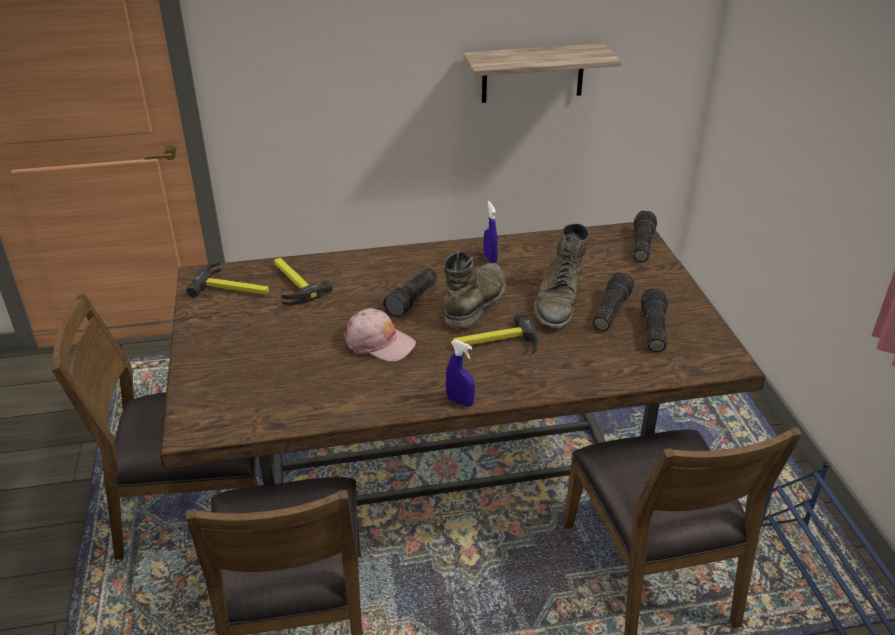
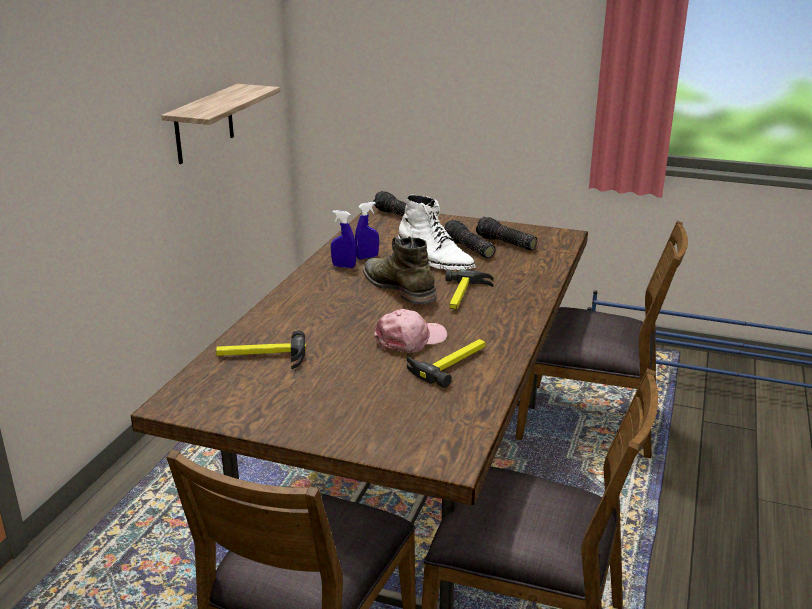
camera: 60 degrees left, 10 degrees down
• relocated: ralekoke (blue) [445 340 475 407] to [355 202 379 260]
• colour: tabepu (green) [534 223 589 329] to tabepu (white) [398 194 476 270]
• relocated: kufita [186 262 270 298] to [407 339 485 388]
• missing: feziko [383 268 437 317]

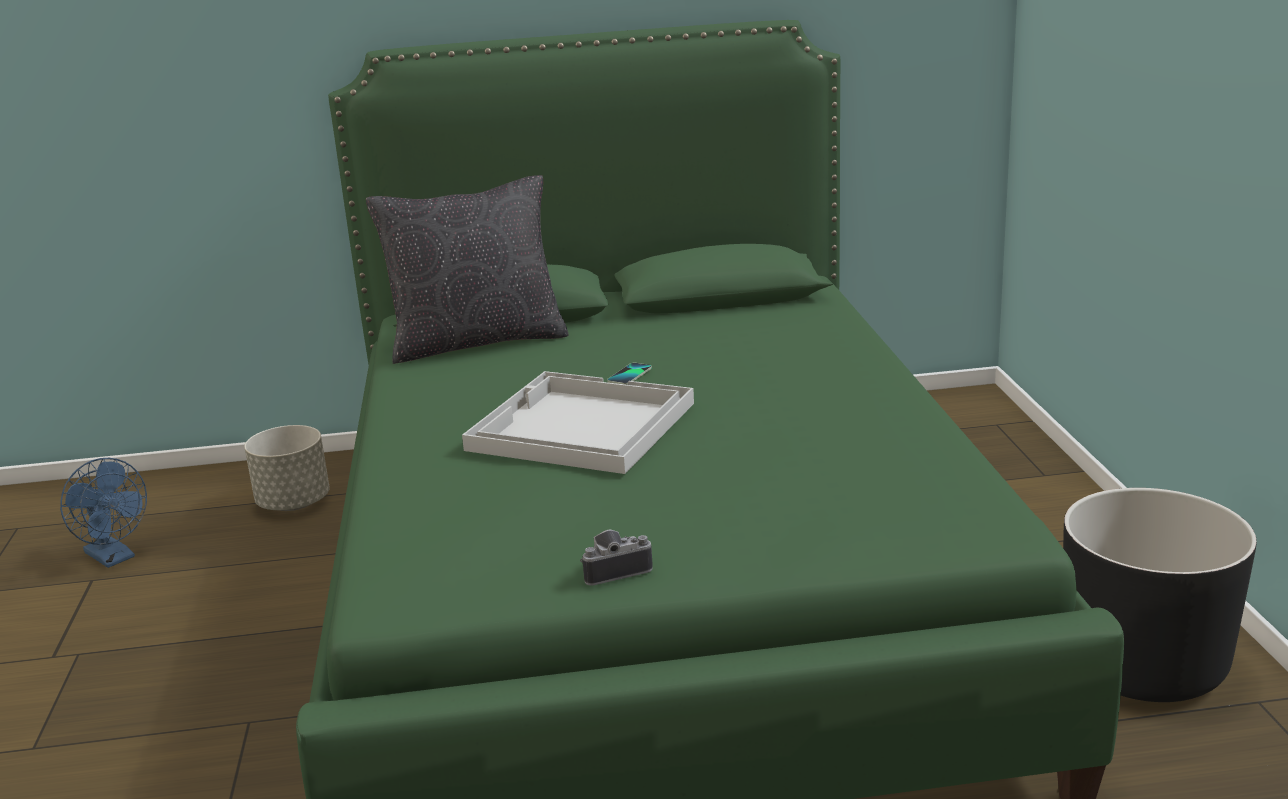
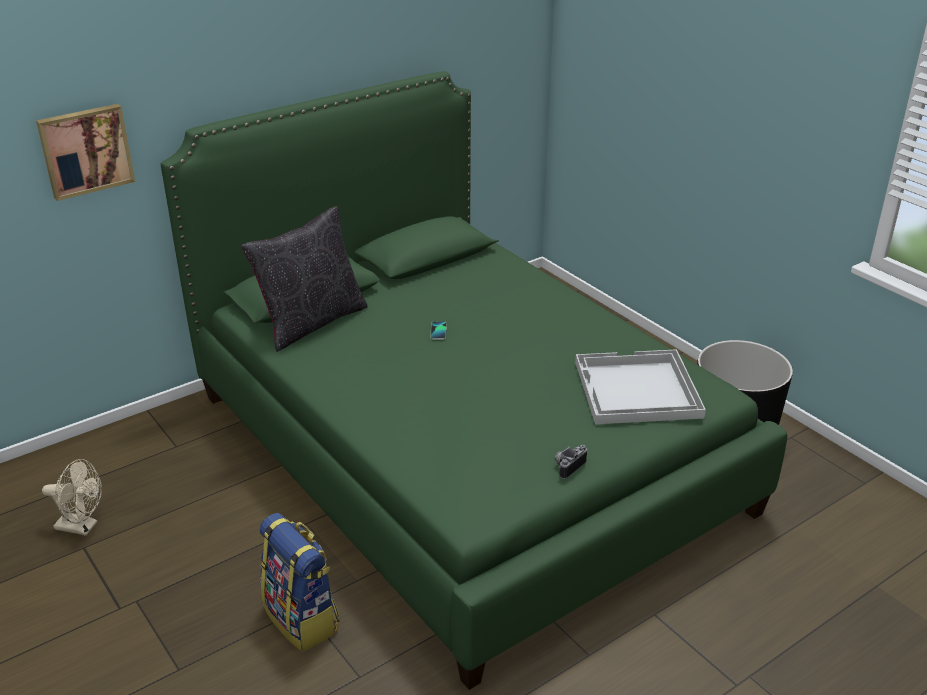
camera: 30 degrees left, 10 degrees up
• appeared: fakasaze [36 104 135 201]
• colour: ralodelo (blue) [60 458 147 568] to ralodelo (beige) [42 459 102 536]
• appeared: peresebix [260 513 339 652]
• relocated: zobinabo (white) [462 371 694 474] to [575 349 706 424]
• missing: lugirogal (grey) [244 425 330 511]

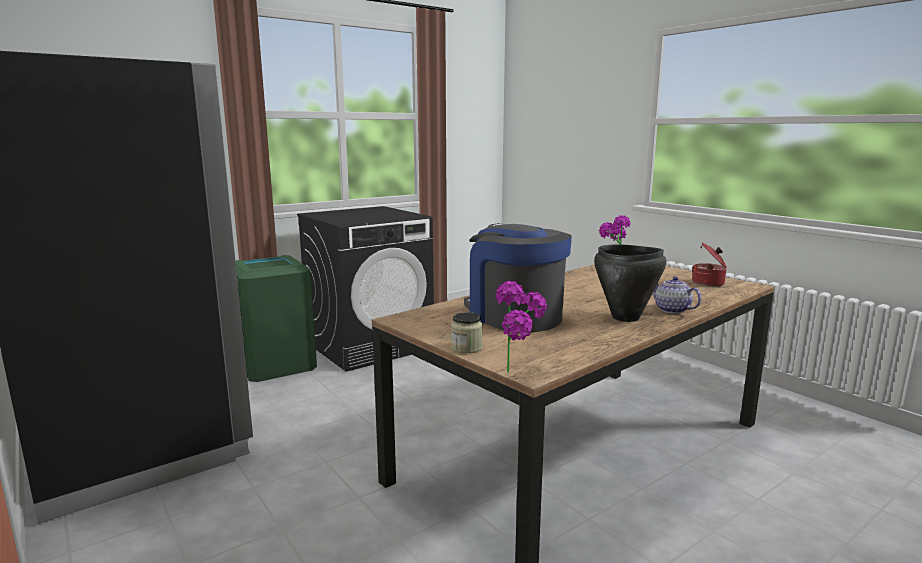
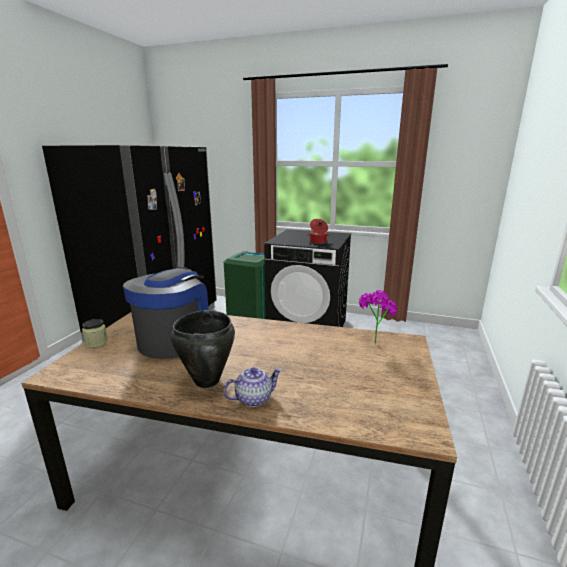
camera: 55 degrees right, 5 degrees up
• spun: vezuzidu [653 276 701 314] = [223 367 282 407] 45 degrees clockwise
• relocated: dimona [692 242 727 287] to [306 219 331 244]
• missing: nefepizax [495 281 548 372]

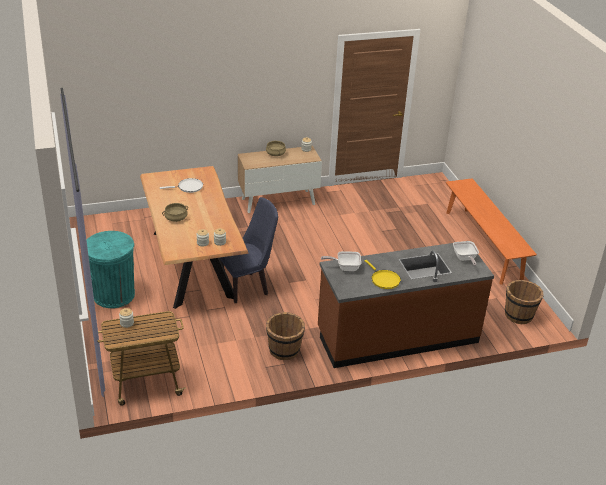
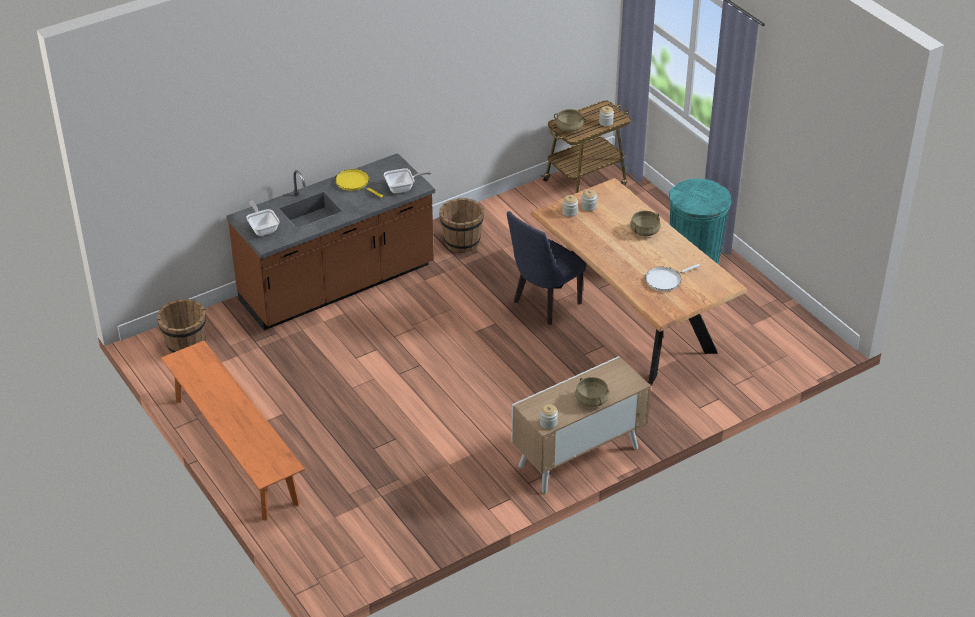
camera: 165 degrees right, 5 degrees up
• appeared: dimona (beige) [554 109 586 132]

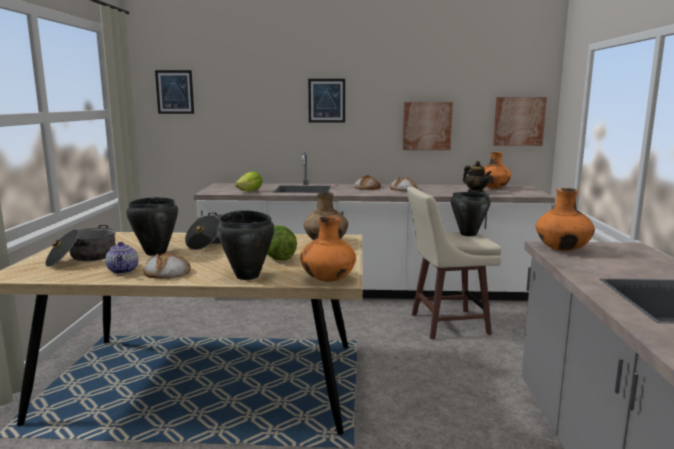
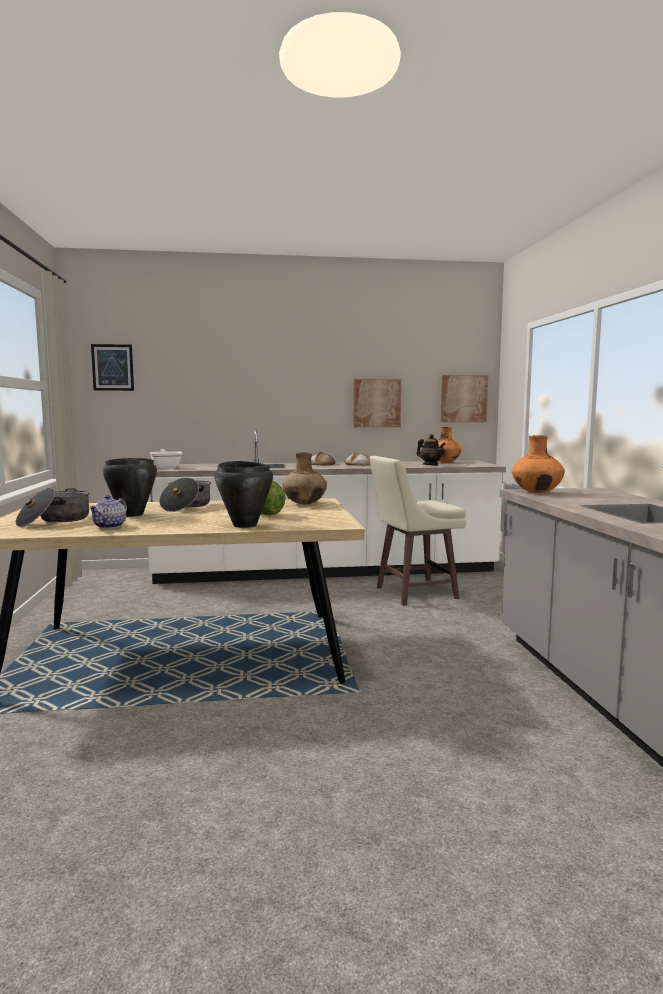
camera: 10 degrees left, 5 degrees down
• spun: vezuzidu [105 242 139 274] = [89 495 127 529] 45 degrees clockwise
• appeared: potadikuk [149 449 182 469]
• missing: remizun [143 252 191 279]
• missing: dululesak [235 171 263 191]
• missing: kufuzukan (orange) [300 216 356 282]
• missing: fakasaze [308 79 345 123]
• missing: dimona (black) [451 192 491 236]

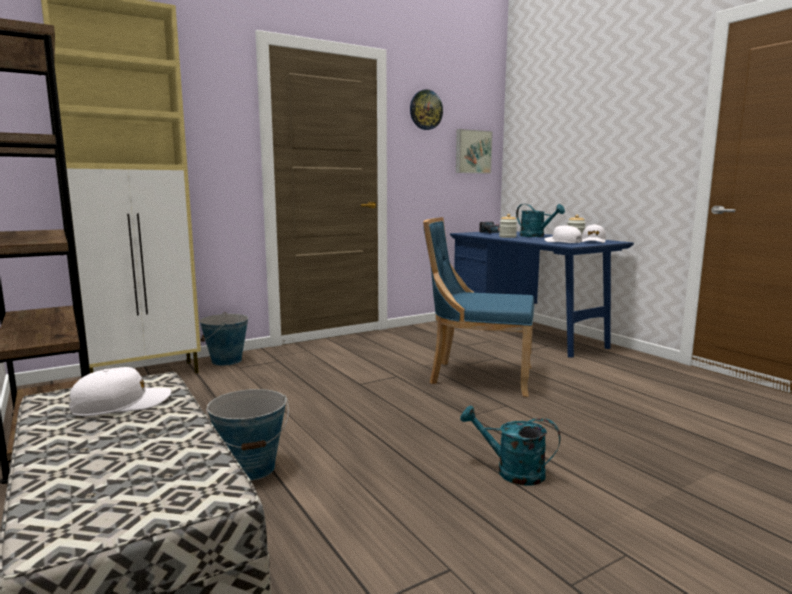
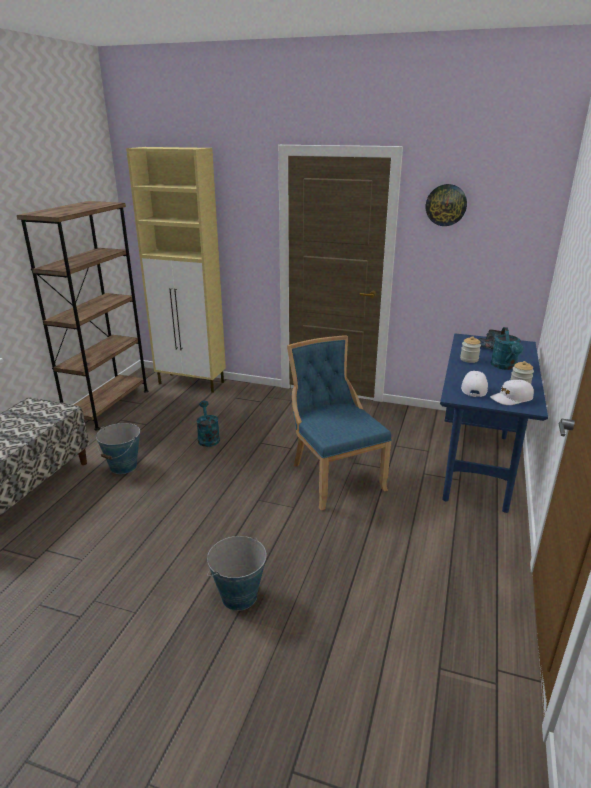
camera: 50 degrees right, 15 degrees up
• relocated: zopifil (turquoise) [460 405 561 486] to [196 401 220 447]
• relocated: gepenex [200 312 248 366] to [207 536 266 611]
• missing: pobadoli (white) [69 367 171 416]
• missing: fakasaze [456 129 493 174]

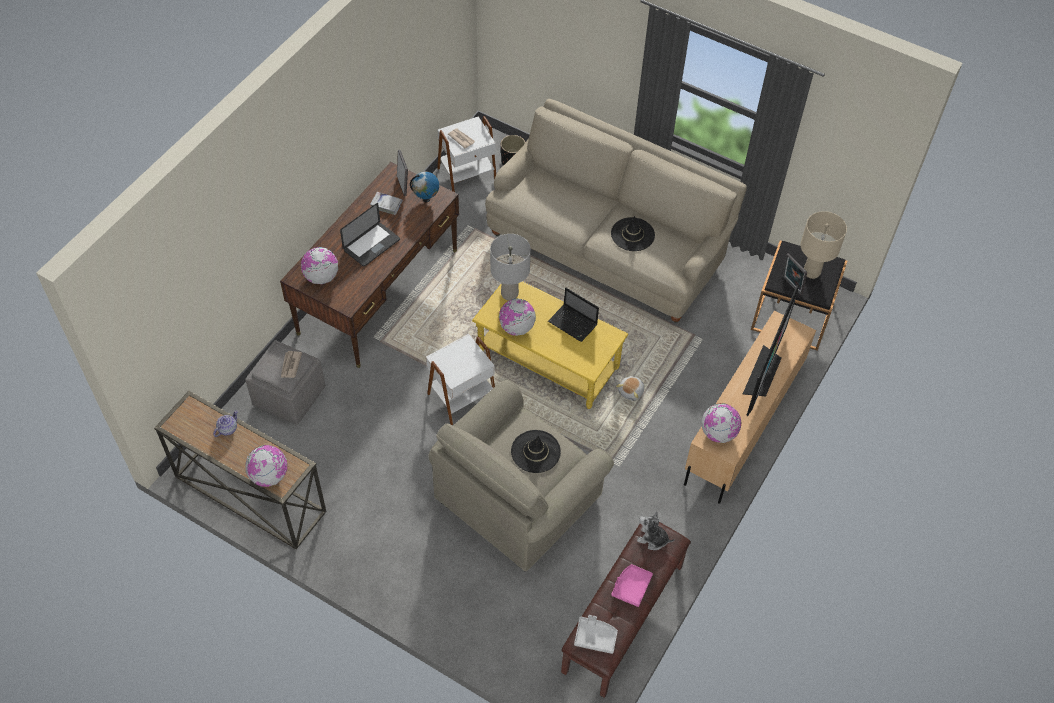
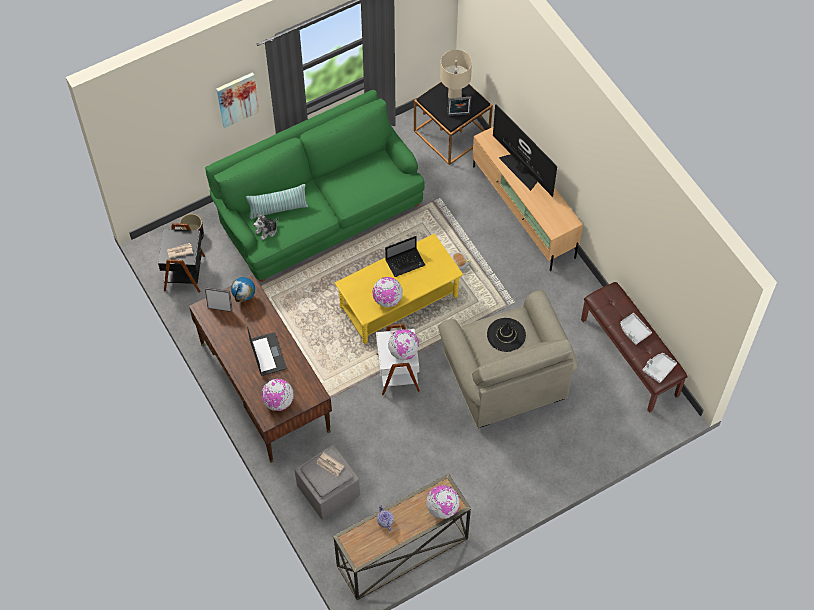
camera: 60 degrees left, 5 degrees up
• colour: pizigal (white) [437 116 496 192] to pizigal (black) [158 223 205 293]
• colour: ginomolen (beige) [485 99 747 323] to ginomolen (green) [205 90 425 282]
• appeared: fakasaze [216 72 259 128]
• appeared: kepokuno [246 184 308 219]
• relocated: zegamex [637 511 675 550] to [254 213 279 240]
• relocated: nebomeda [701 403 741 443] to [388 329 419 360]
• colour: zobinabo (pink) [611 564 653 607] to zobinabo (grey) [620 313 652 345]
• missing: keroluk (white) [370 192 403 215]
• missing: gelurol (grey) [490 234 531 301]
• missing: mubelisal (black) [611 216 655 251]

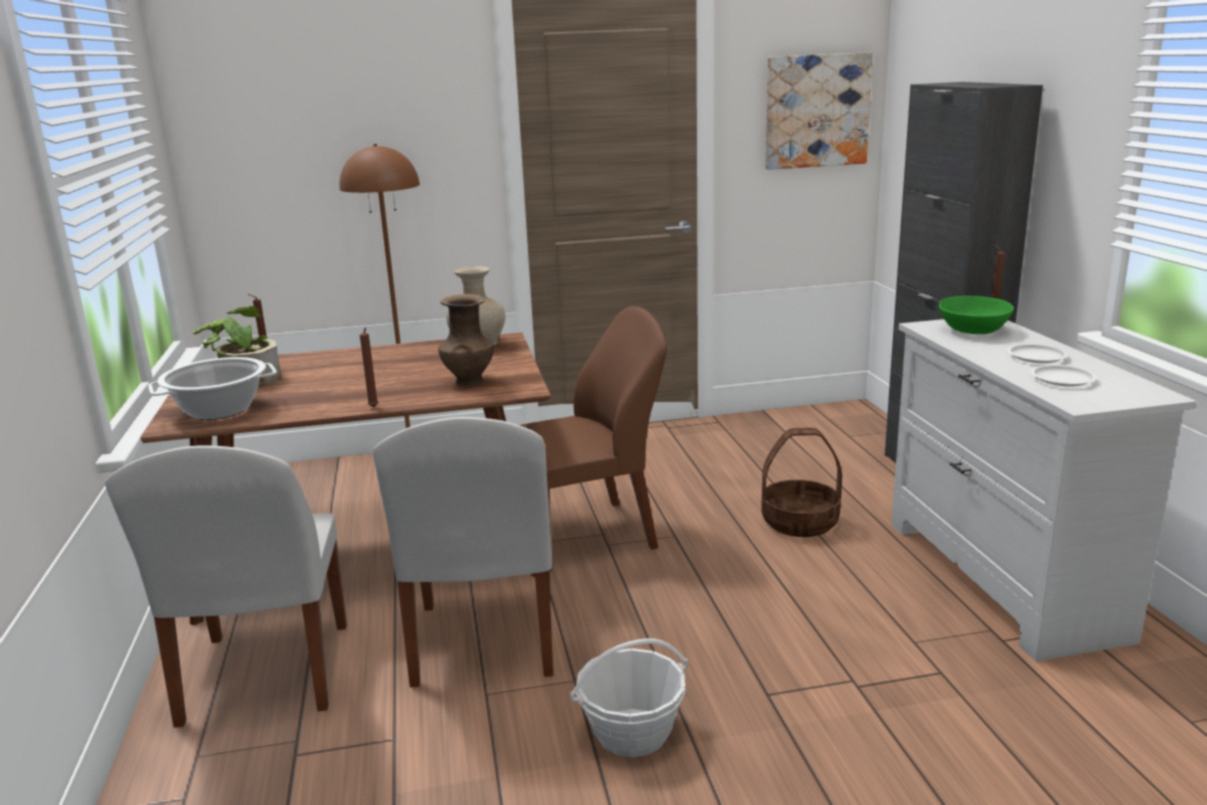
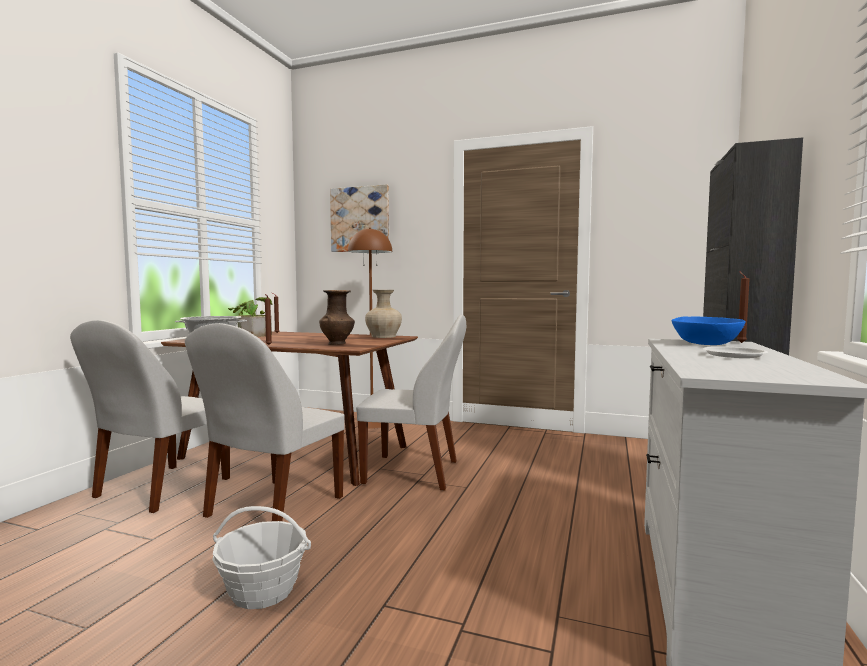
camera: 30 degrees right, 15 degrees down
• relocated: fakasaze [766 52 873 170] to [330 184 389 252]
• colour: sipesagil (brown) [519 306 667 571] to sipesagil (white) [356 315 466 490]
• colour: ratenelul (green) [939 296 1014 334] to ratenelul (blue) [671 317 746 345]
• missing: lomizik [761 428 842 537]
• missing: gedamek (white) [1031 365 1097 387]

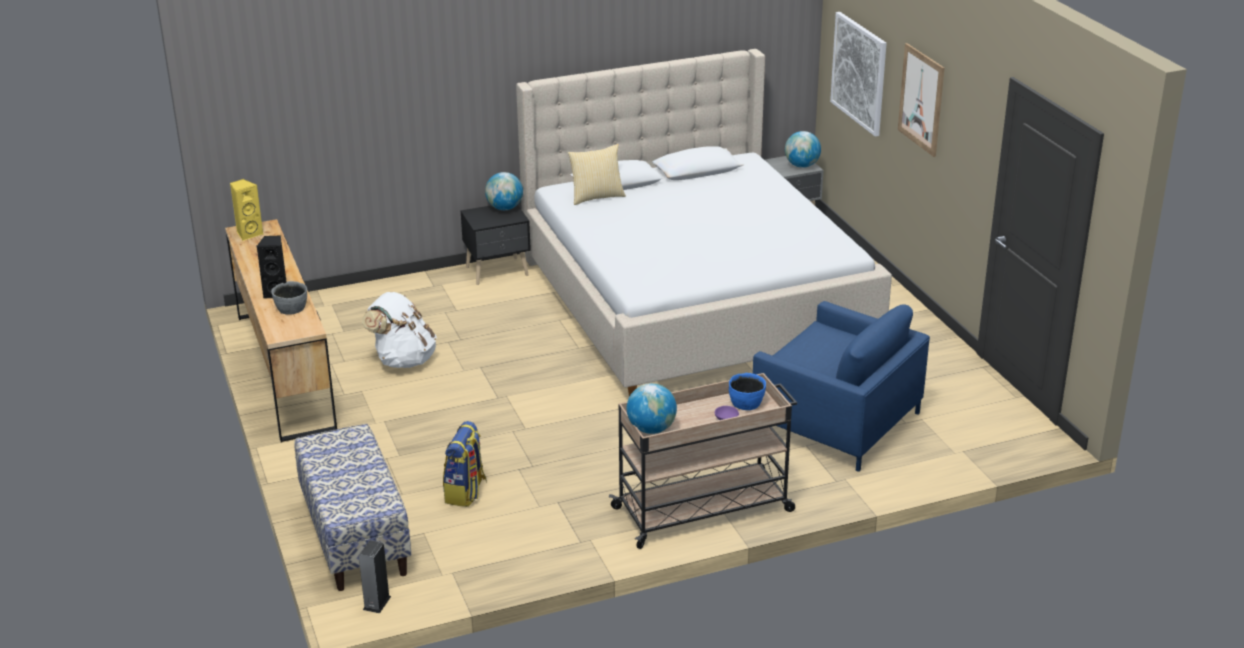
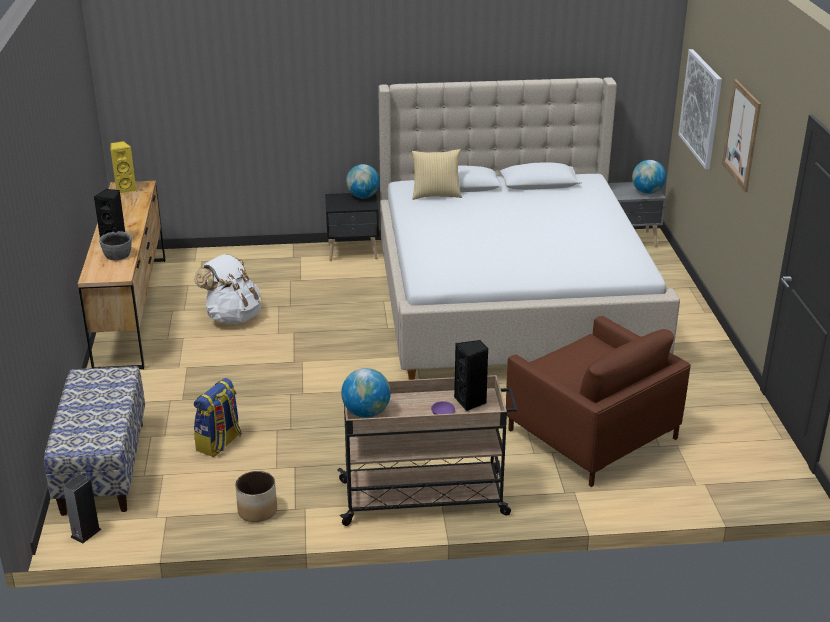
camera: 15 degrees right, 0 degrees up
• appeared: lugirogal [235 471 277 522]
• exchanged: ratenelul (blue) [729 373 766 410] to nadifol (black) [454 340 488 411]
• colour: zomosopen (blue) [753 301 930 472] to zomosopen (brown) [506 316 691 487]

